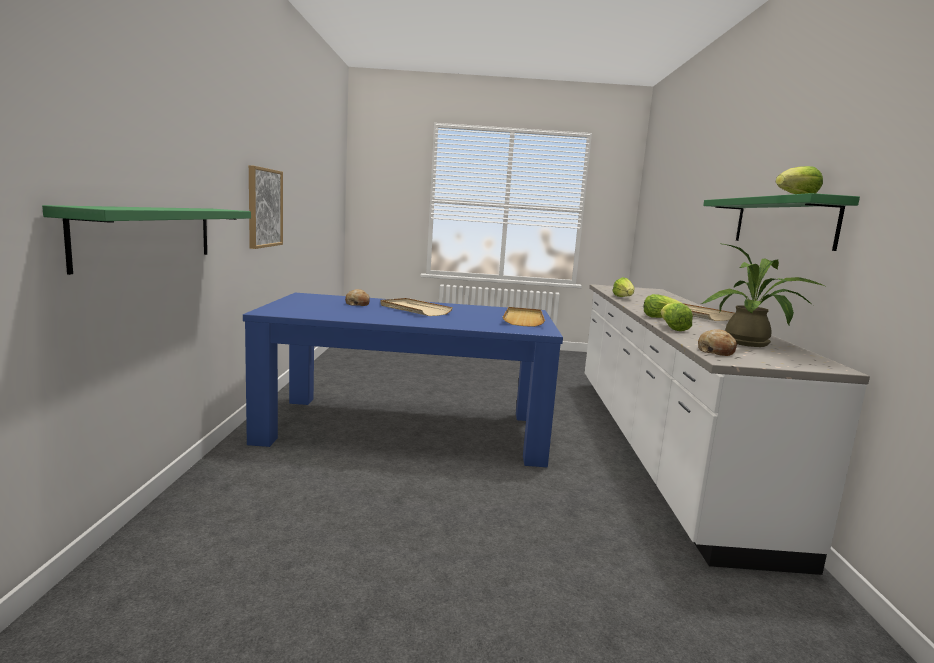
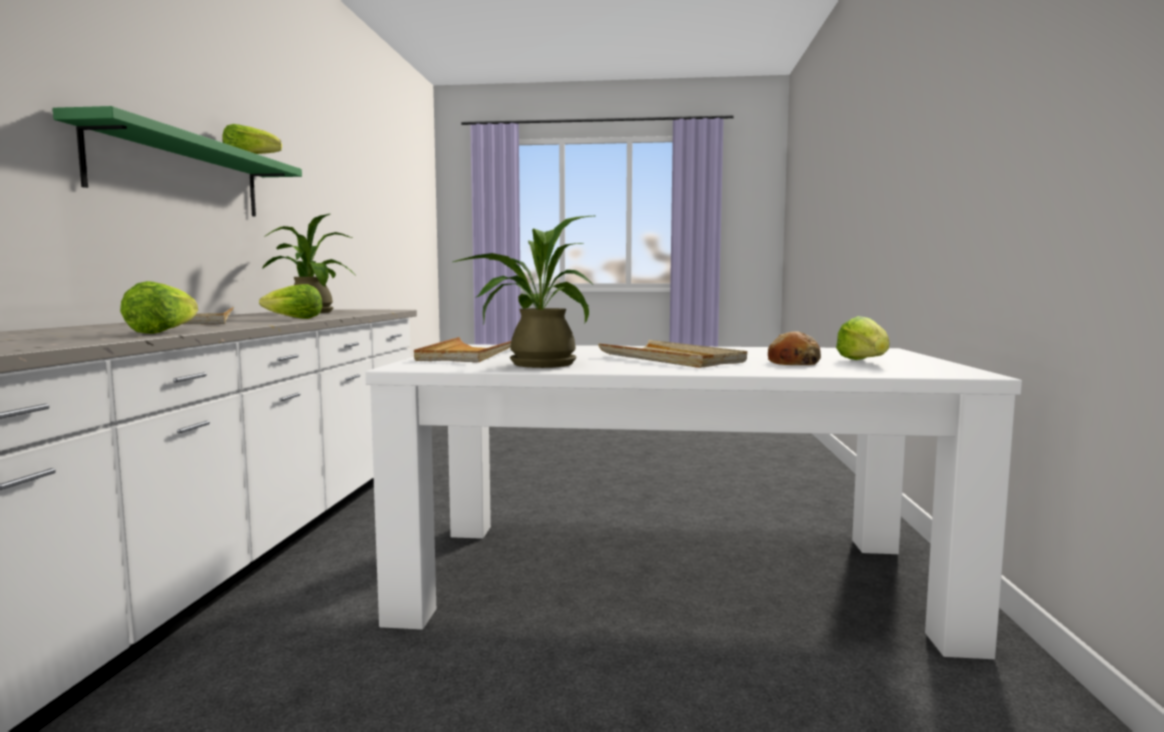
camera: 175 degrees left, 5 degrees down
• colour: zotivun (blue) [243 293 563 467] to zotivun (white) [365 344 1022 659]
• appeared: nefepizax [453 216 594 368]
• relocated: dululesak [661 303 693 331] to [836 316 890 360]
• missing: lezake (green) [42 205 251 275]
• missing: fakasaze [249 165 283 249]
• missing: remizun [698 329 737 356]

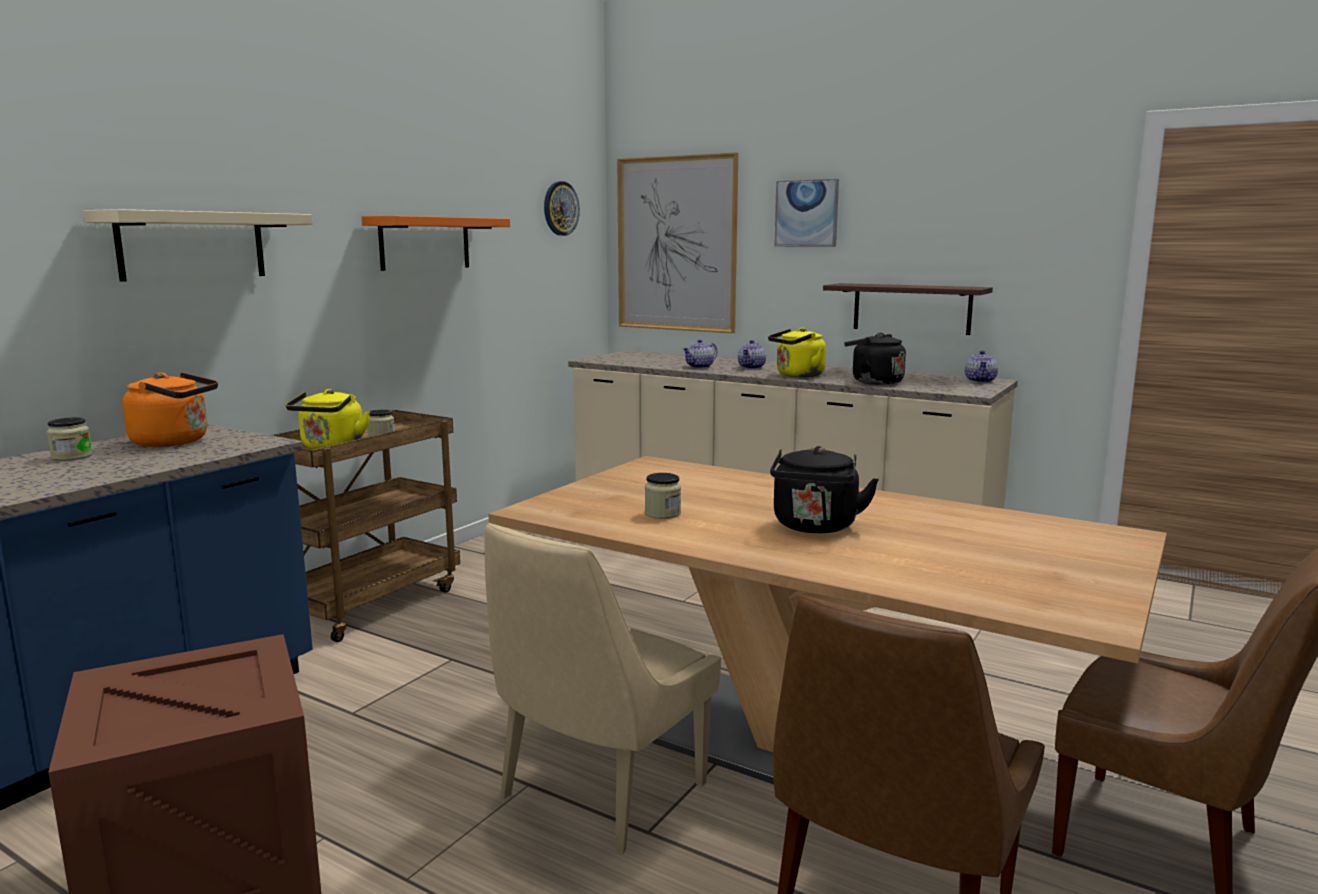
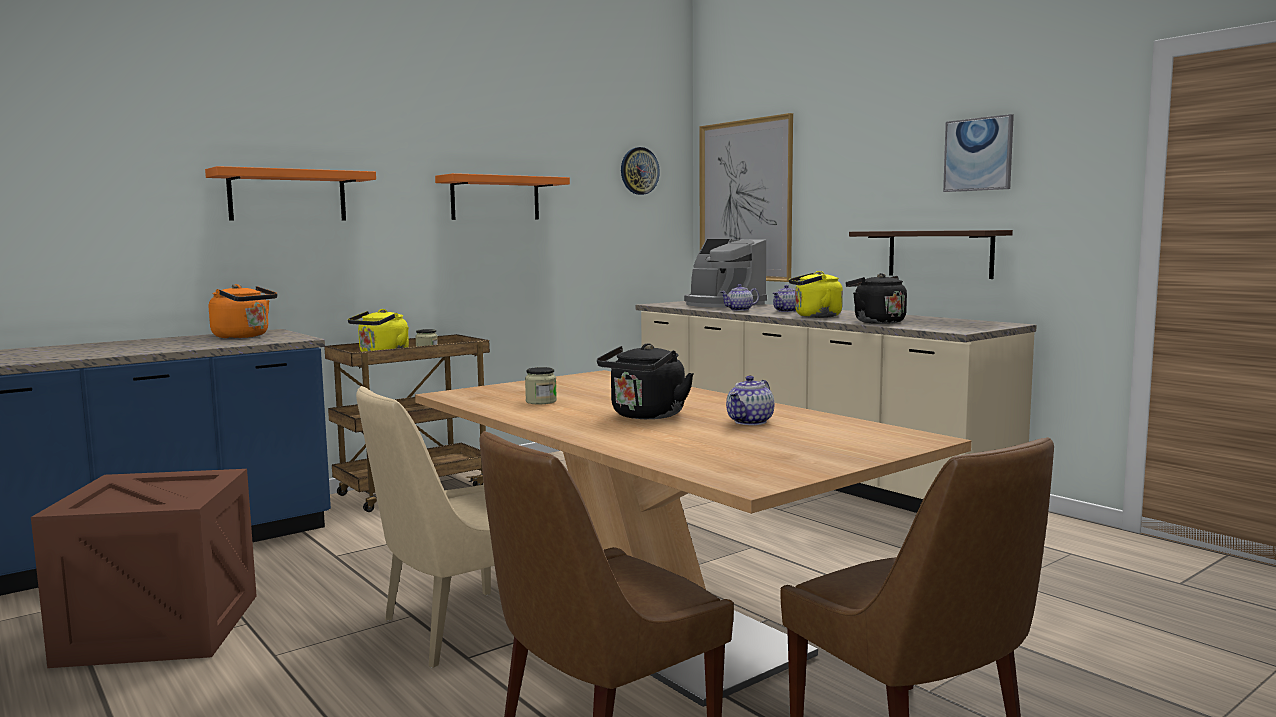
camera: 20 degrees right, 5 degrees down
• colour: lezake (beige) [83 209 313 282] to lezake (orange) [205 166 376 221]
• appeared: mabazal [684 239 767 308]
• relocated: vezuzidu [965 351 998 383] to [726 376 774 425]
• relocated: fakasaze [774 179 839 247] to [943 114 1014 192]
• missing: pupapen [47 417 92 461]

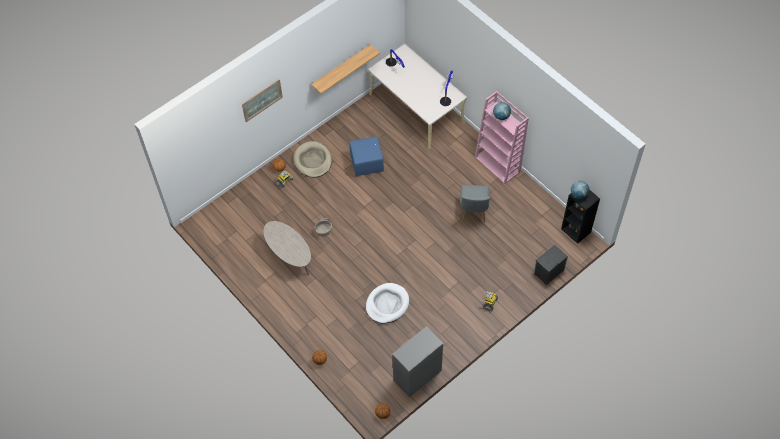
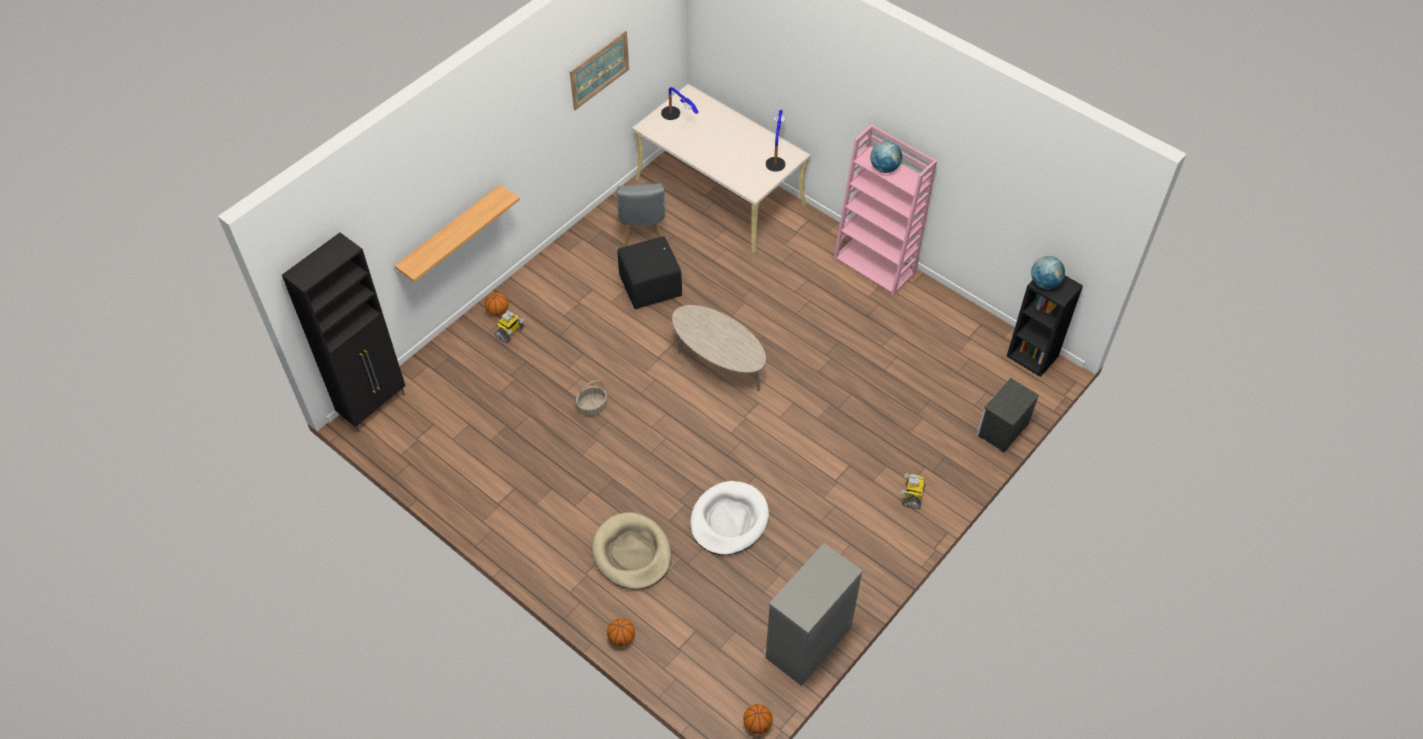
camera: 10 degrees left, 5 degrees down
• appeared: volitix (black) [282 233 405 433]
• relocated: lezake [311 44 380 94] to [394 185 520 282]
• relocated: fakasaze [242 79 283 122] to [570 31 629 110]
• relocated: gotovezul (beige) [293 141 332 177] to [592 512 671 590]
• relocated: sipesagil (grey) [460 185 490 223] to [617 183 665 247]
• colour: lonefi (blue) [350 136 384 176] to lonefi (black) [618 236 682 309]
• relocated: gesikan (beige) [264 221 311 275] to [672 305 766 390]

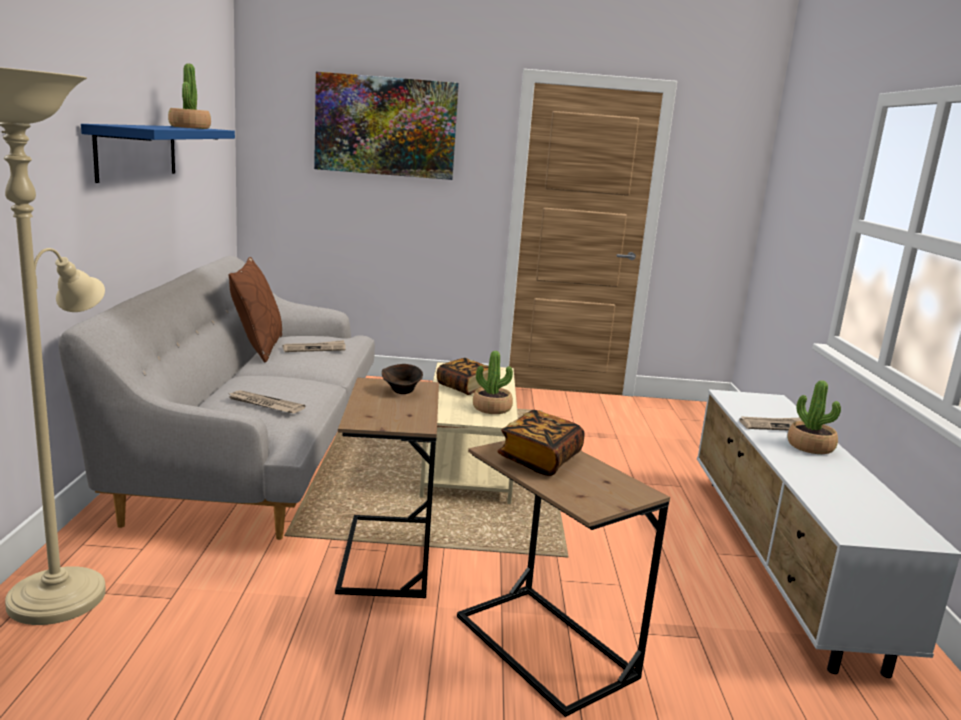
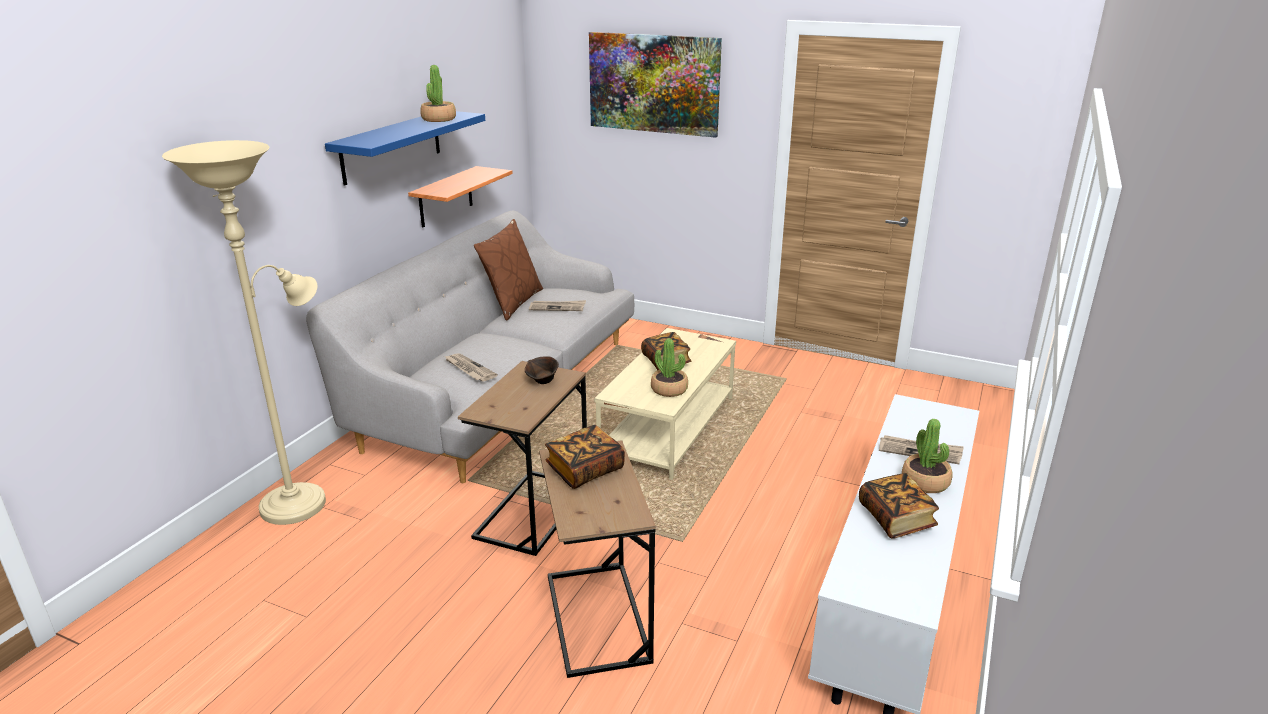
camera: 25 degrees right, 10 degrees up
• appeared: lezake [408 166 513 228]
• appeared: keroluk [859 473 939 539]

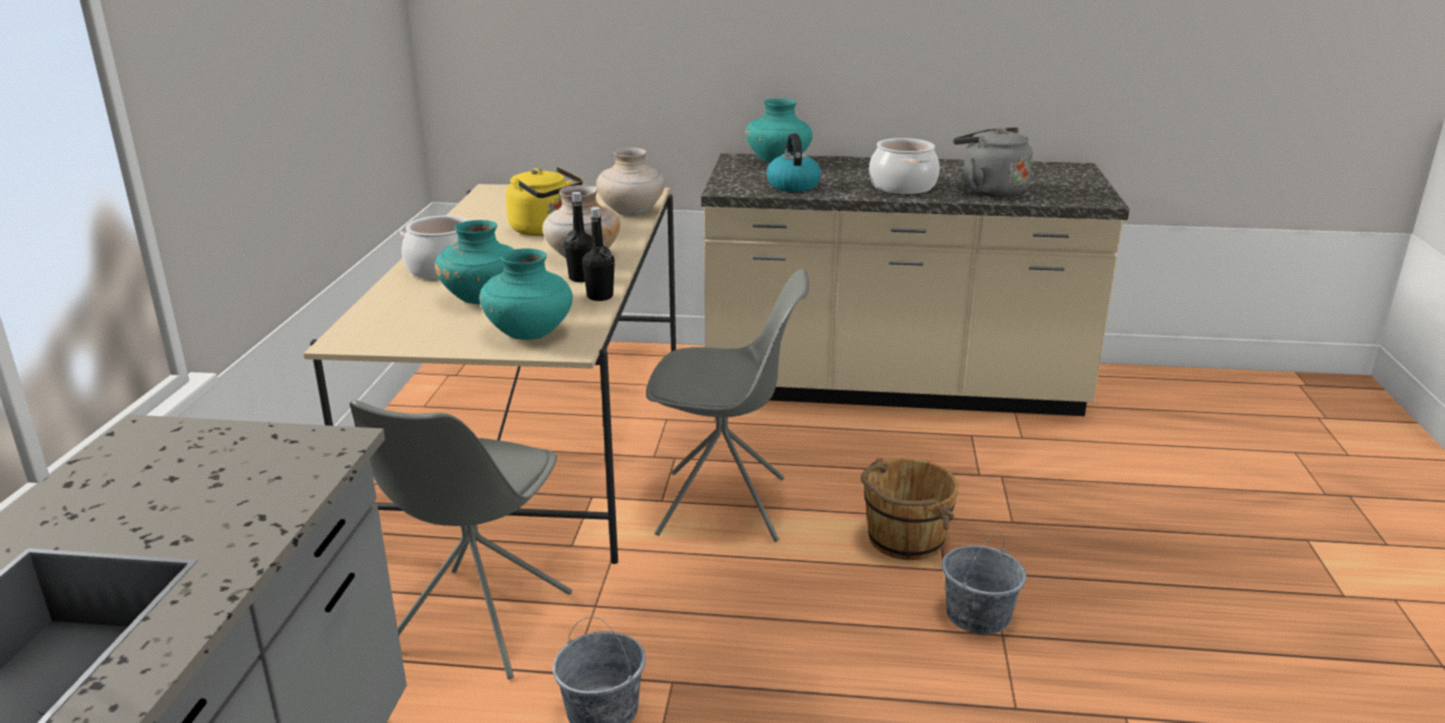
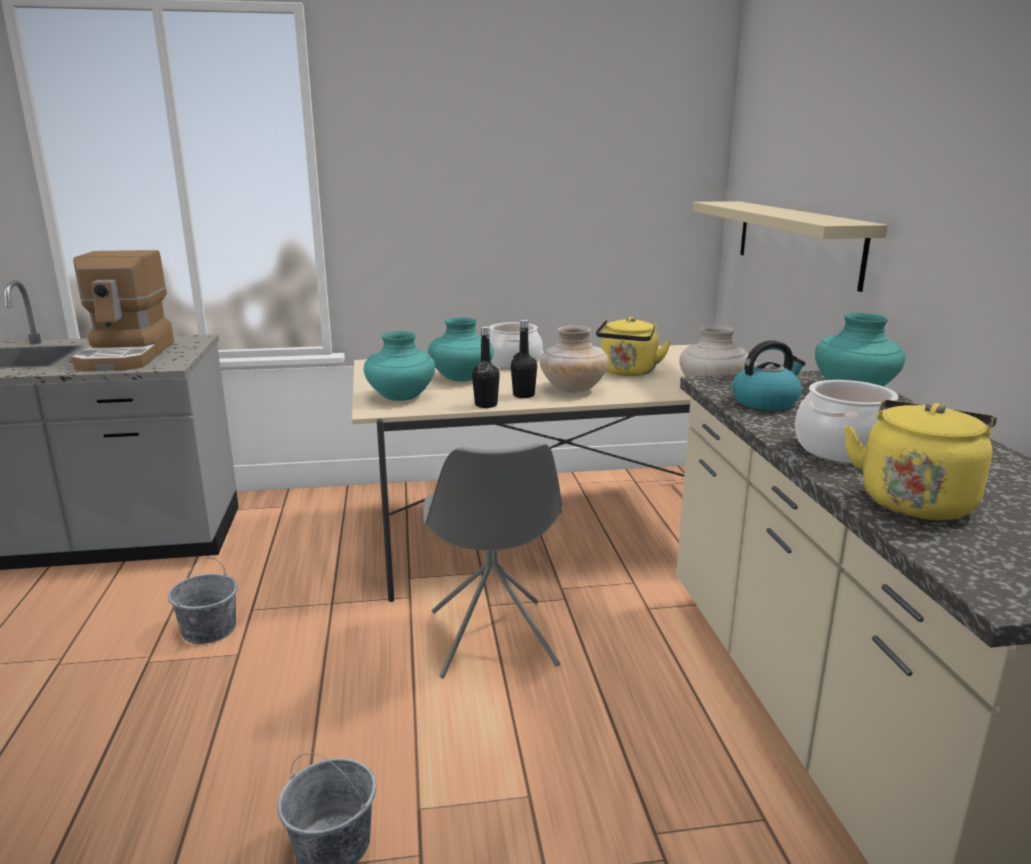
camera: 75 degrees right, 5 degrees down
• appeared: mabazal [72 250 174 371]
• appeared: lezake (beige) [693 201 888 292]
• colour: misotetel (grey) [953 127 1033 197] to misotetel (yellow) [844 399 997 520]
• missing: sipesagil (grey) [350 400 572 680]
• missing: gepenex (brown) [861 458 959 560]

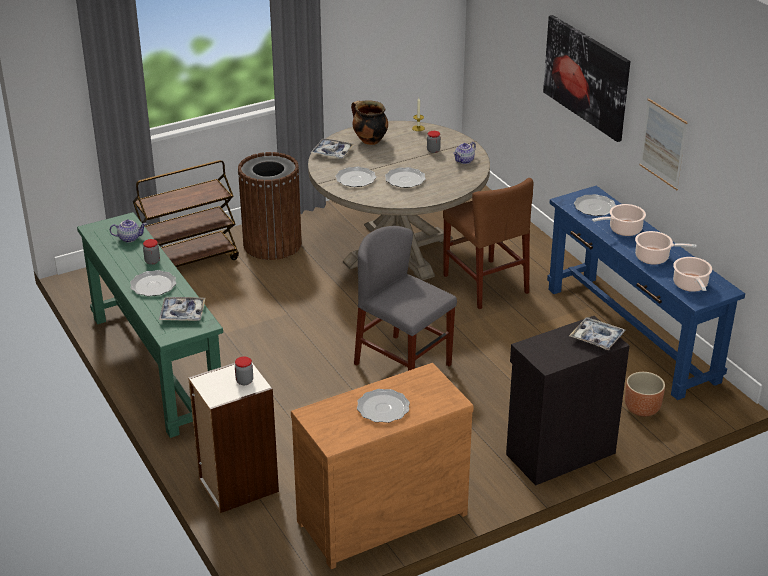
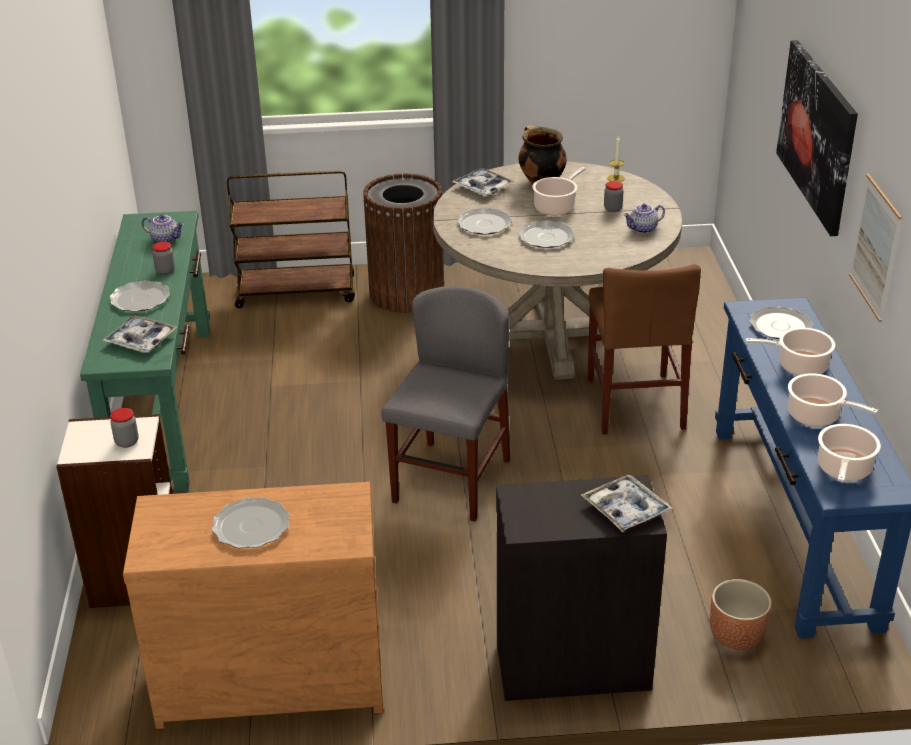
camera: 25 degrees right, 0 degrees up
• spun: sipesagil (grey) [354 226 457 371] = [381 286 510 522] 45 degrees clockwise
• appeared: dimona [532 167 586 216]

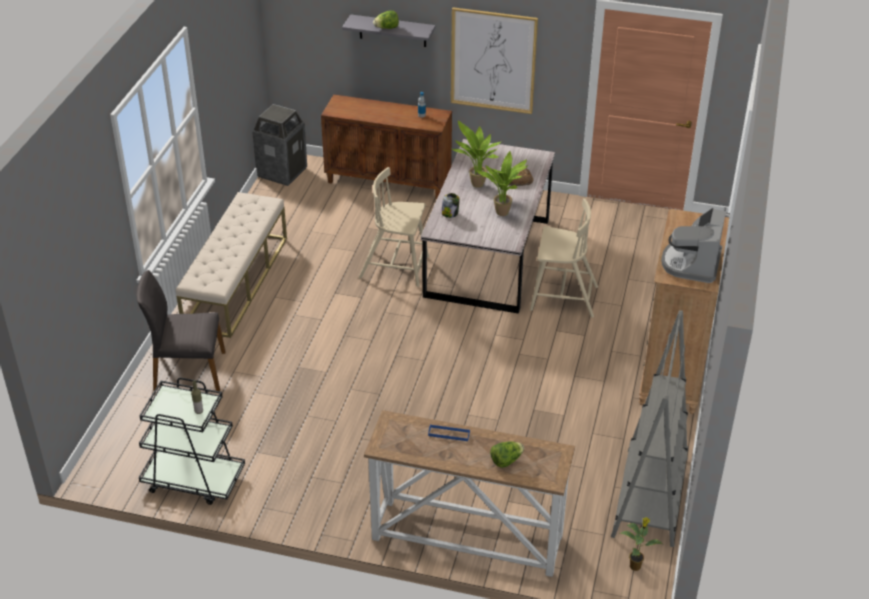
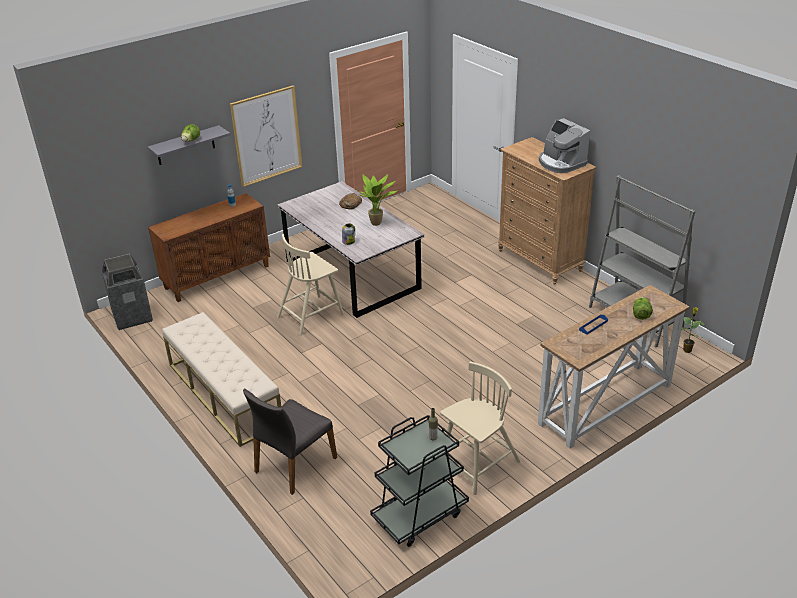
camera: 50 degrees left, 5 degrees down
• relocated: sipesagil (beige) [530 198 598 318] to [440 362 521 495]
• missing: nefepizax [452 120 502 188]

